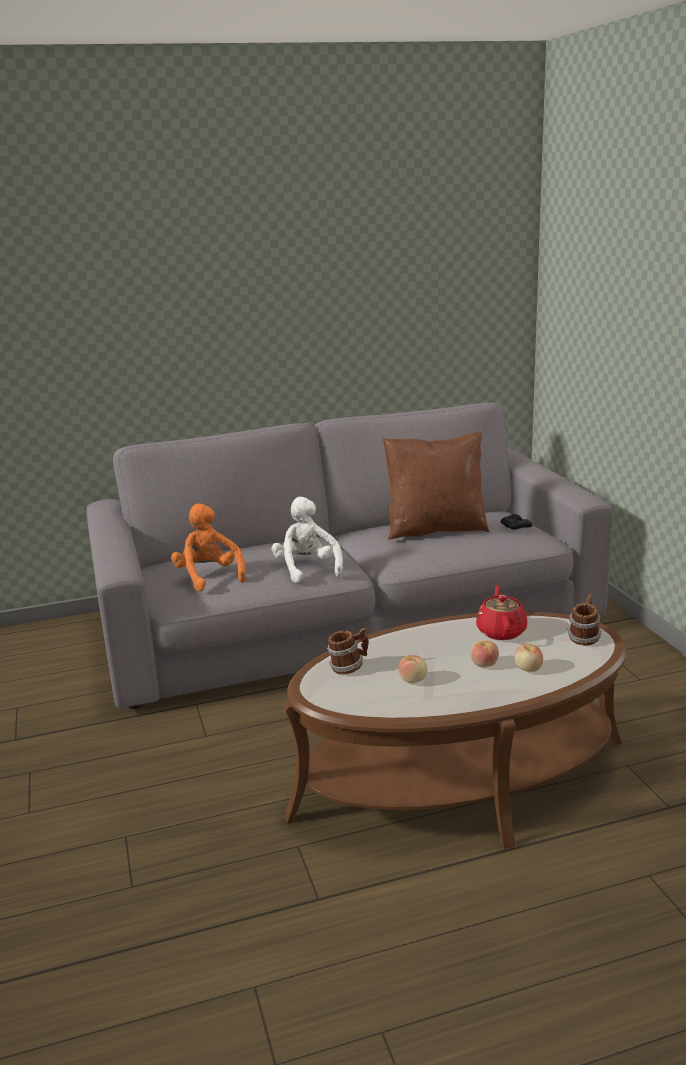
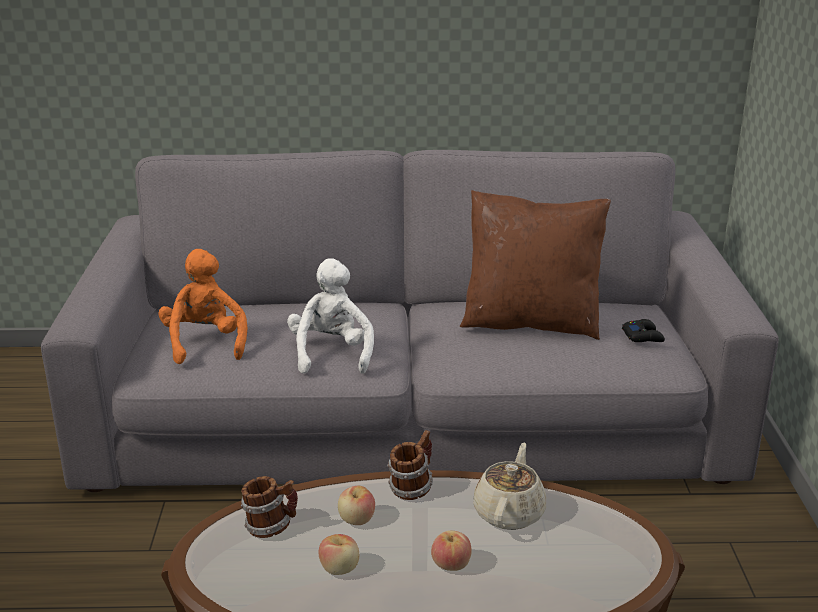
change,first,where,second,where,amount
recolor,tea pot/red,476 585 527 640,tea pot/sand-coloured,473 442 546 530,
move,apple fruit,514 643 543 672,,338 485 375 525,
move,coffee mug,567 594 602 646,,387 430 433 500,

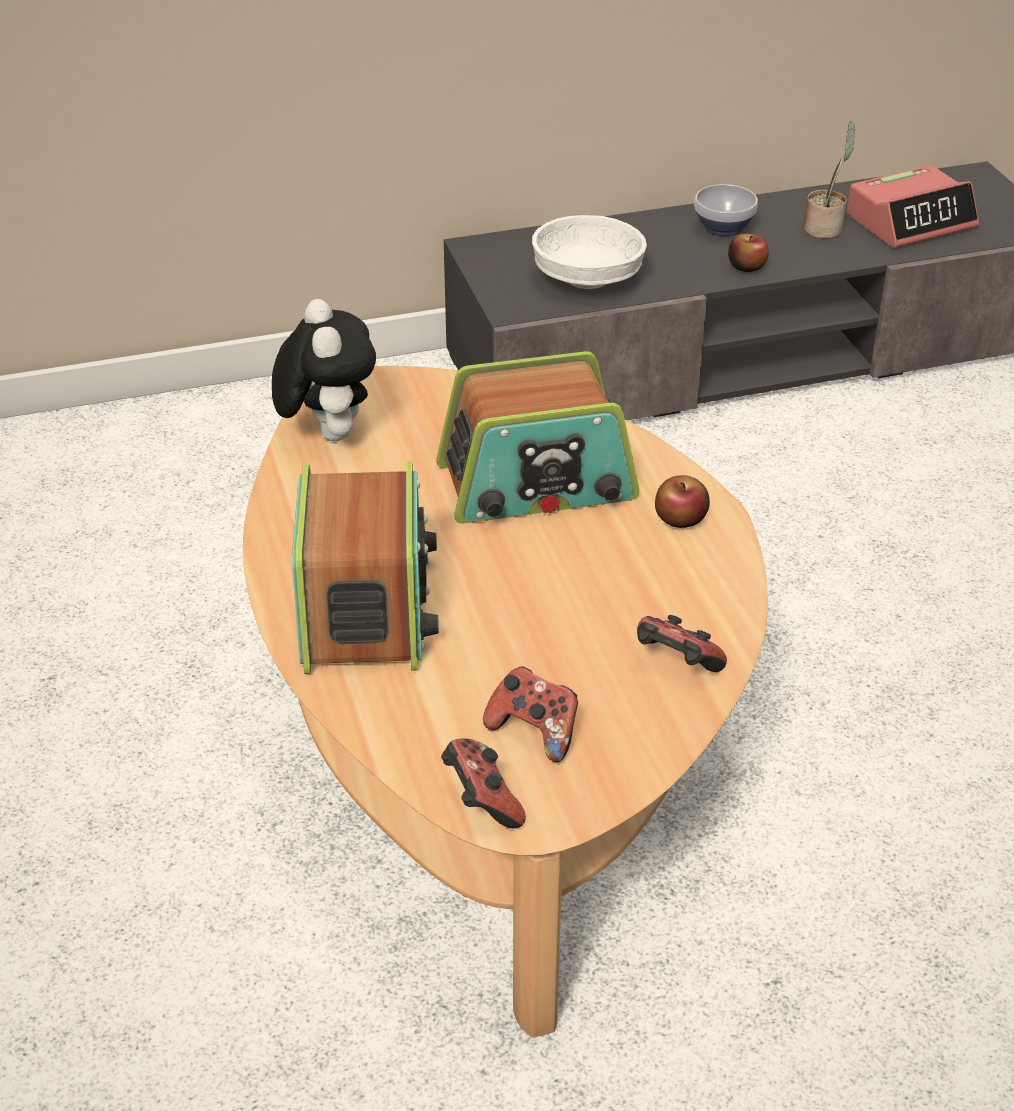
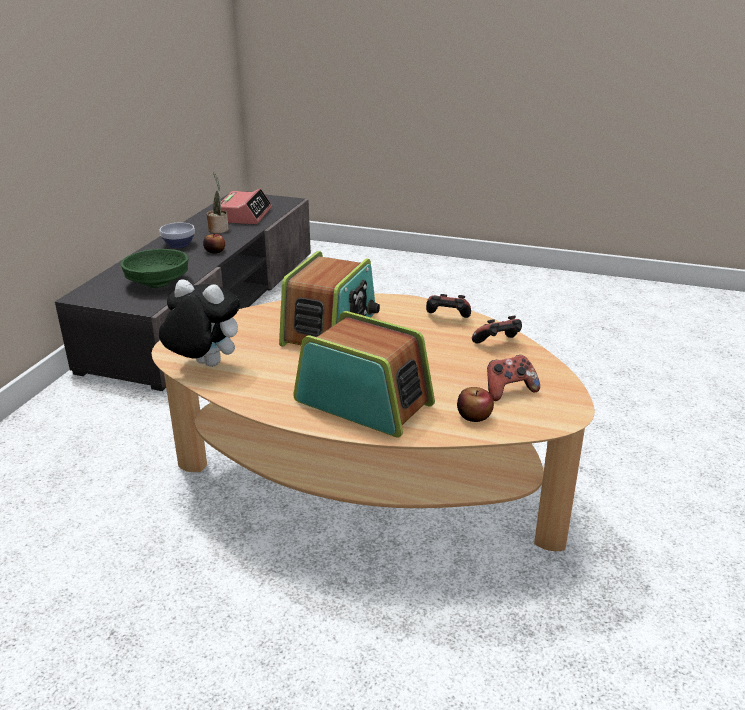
change,first,where,second,where,amount
move,gamepad,441 738 526 828,,426 294 471 318,
recolor,serving bowl/white-coloured,532 215 647 289,serving bowl/green,121 249 189 288,
move,apple fruit,655 475 710 528,,457 387 494 422,

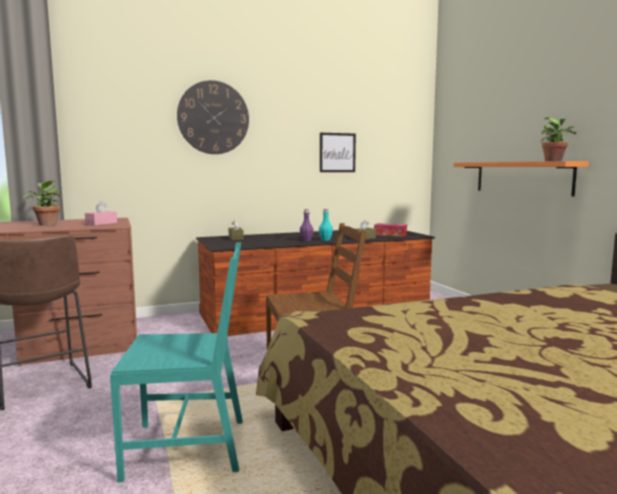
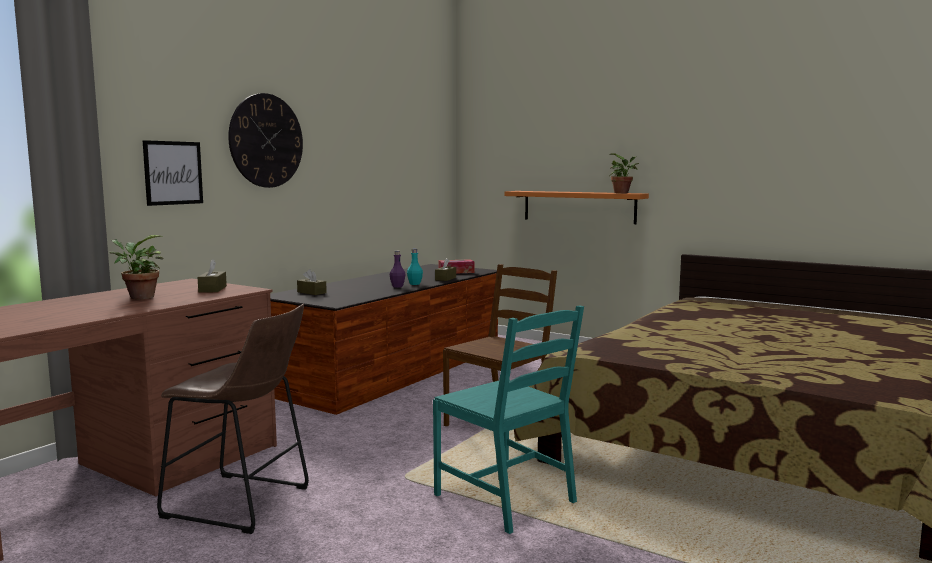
change,first,where,second,where,amount
recolor,tissue box/pinkish,85 201 117 226,tissue box/brown,198 259 227 293,
rotate,plain chair/turquoise-coloured,110 243 243 482,,433 305 584 534,90 degrees clockwise
move,wall picture,320 133 356 172,,143 140 203 206,

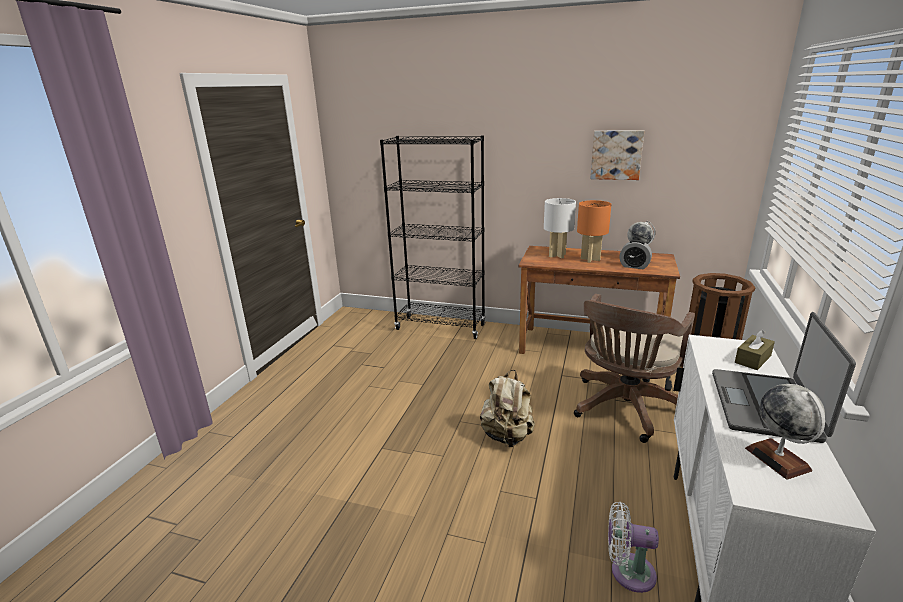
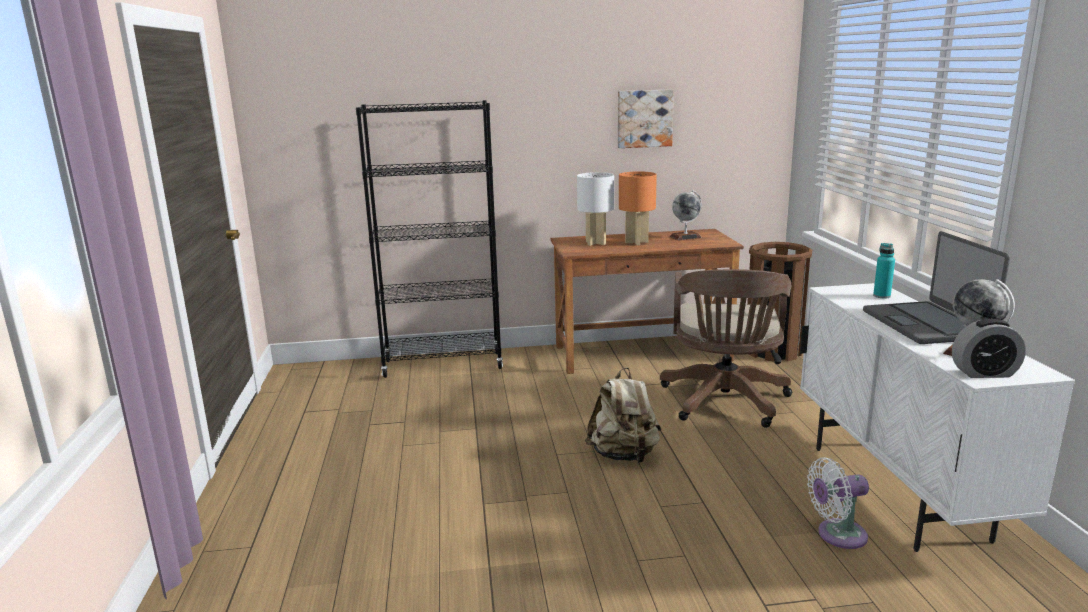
change,first,where,second,where,amount
move,alarm clock,619 240 652 269,,952 319 1026 378,
replace,tissue box/brown,735 330 775 370,bottle/turquoise-coloured,873 243 895 298,

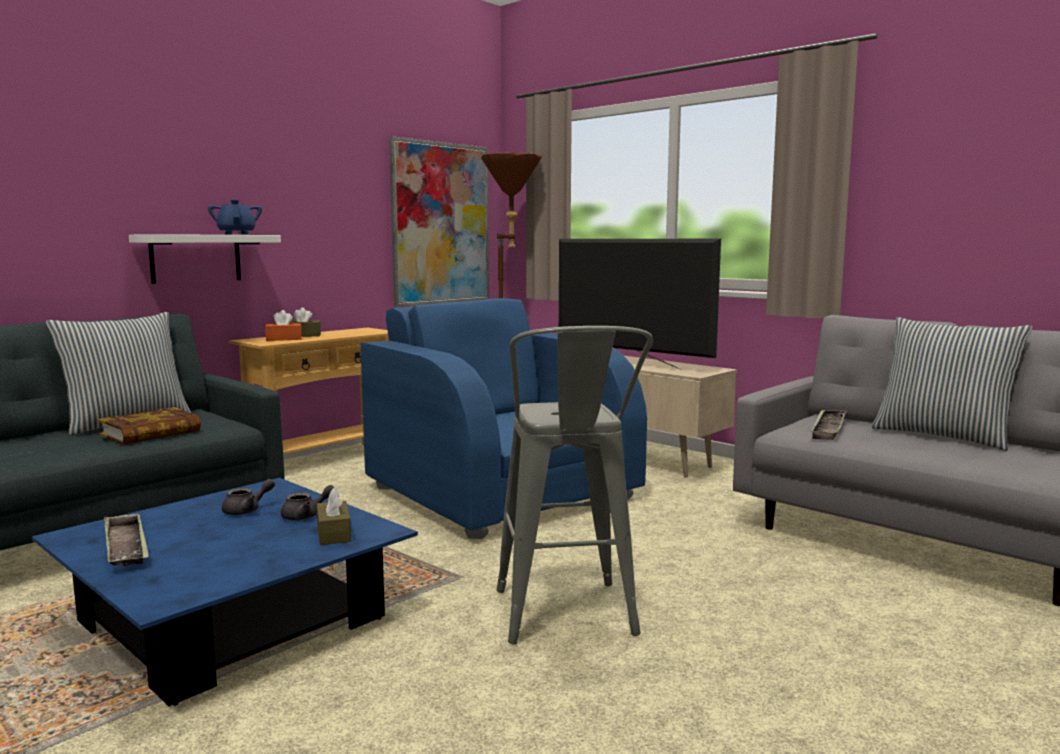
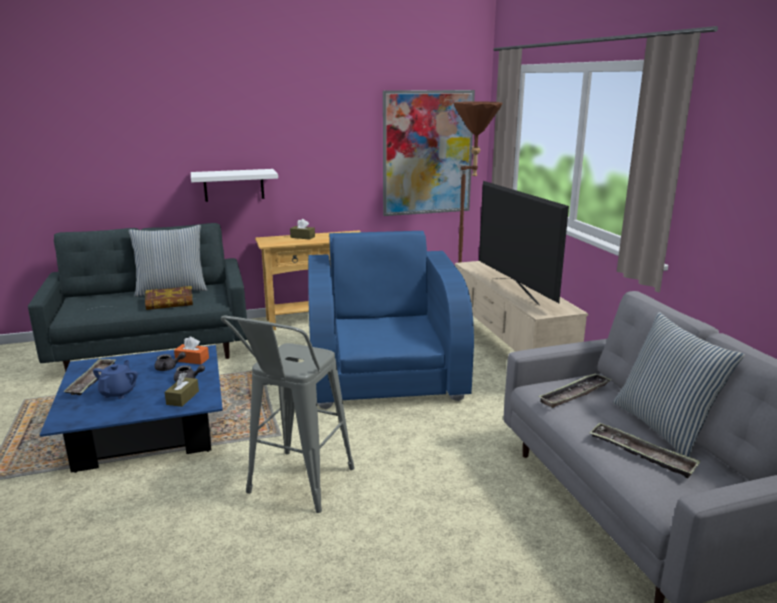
change,first,where,second,where,amount
move,tea pot/bluish,208 200 262 235,,93 360 138 399,
move,tissue box/orangey,265 310 302 341,,174 337 209 365,
insert,,,serving tray,589 423 701 478,

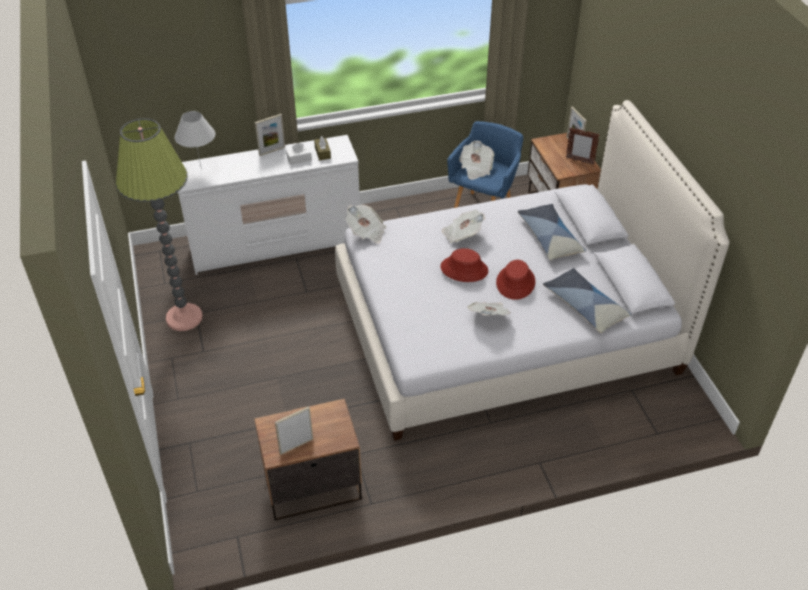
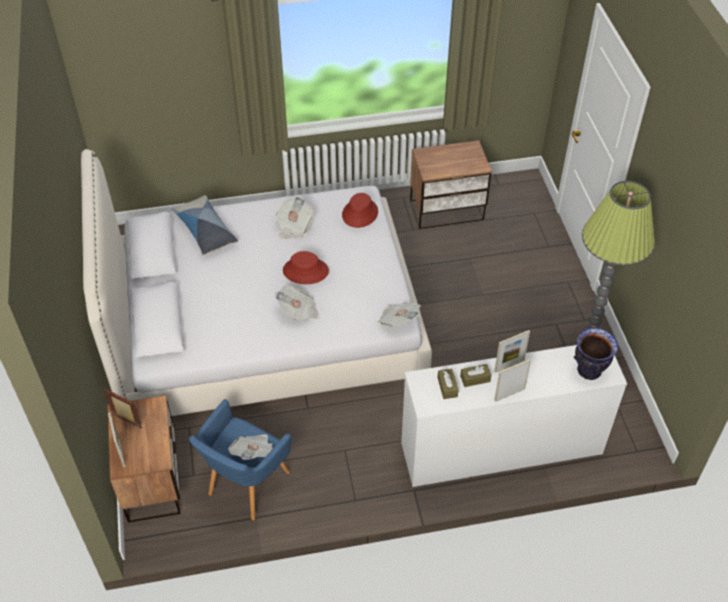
change,first,where,second,where,amount
replace,table lamp/white-coloured,175 111 215 170,decorative vase,574 328 618 380,
move,picture frame,275 406 313 455,,494 330 530 373,
recolor,tissue box/white-coloured,286 143 312 165,tissue box/brown,460 364 491 387,
move,clothing hat/red,496 260 535 300,,342 193 378 228,
delete,cushion,518 204 586 260,,,

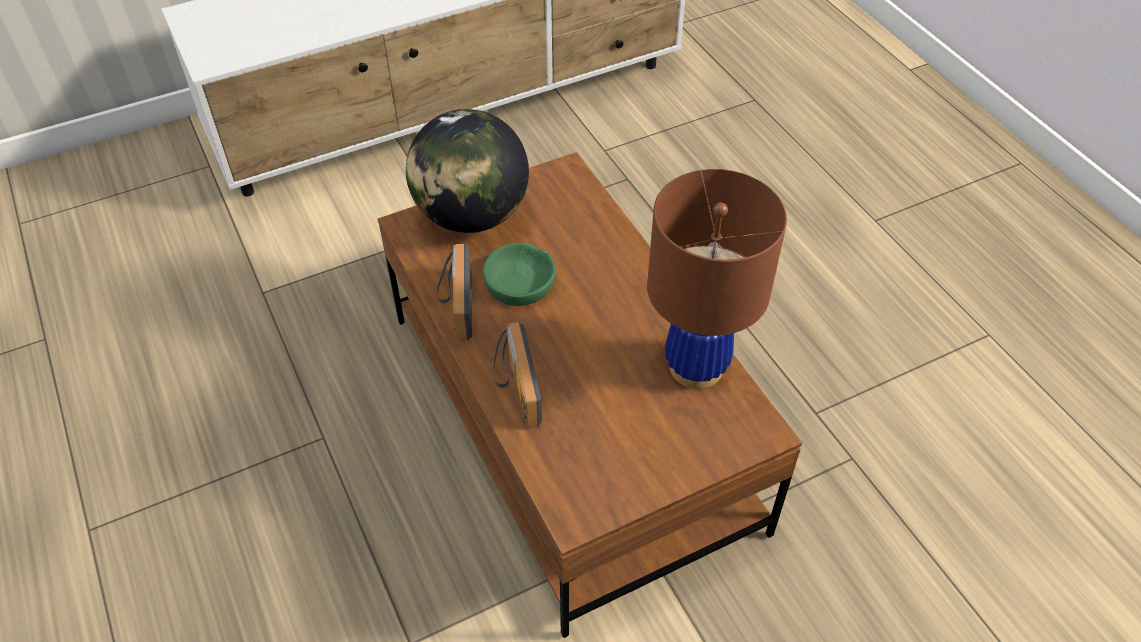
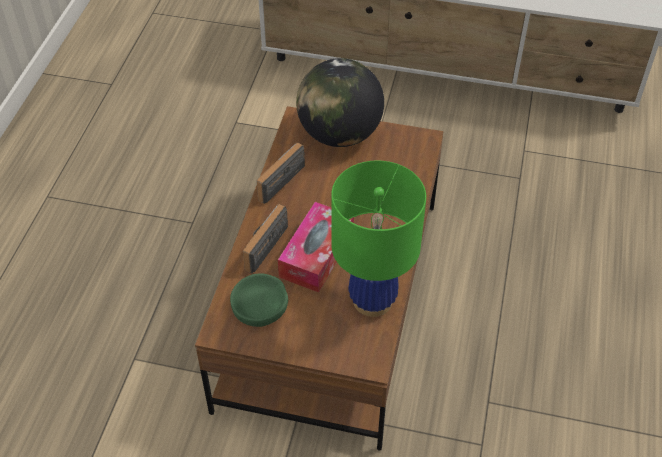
change,first,where,second,where,amount
move,serving bowl/green,483 243 556 306,,230 273 288 327,
recolor,table lamp/brown,647 169 787 389,table lamp/green,331 161 426 317,
insert,,,tissue box,278 202 354 293,

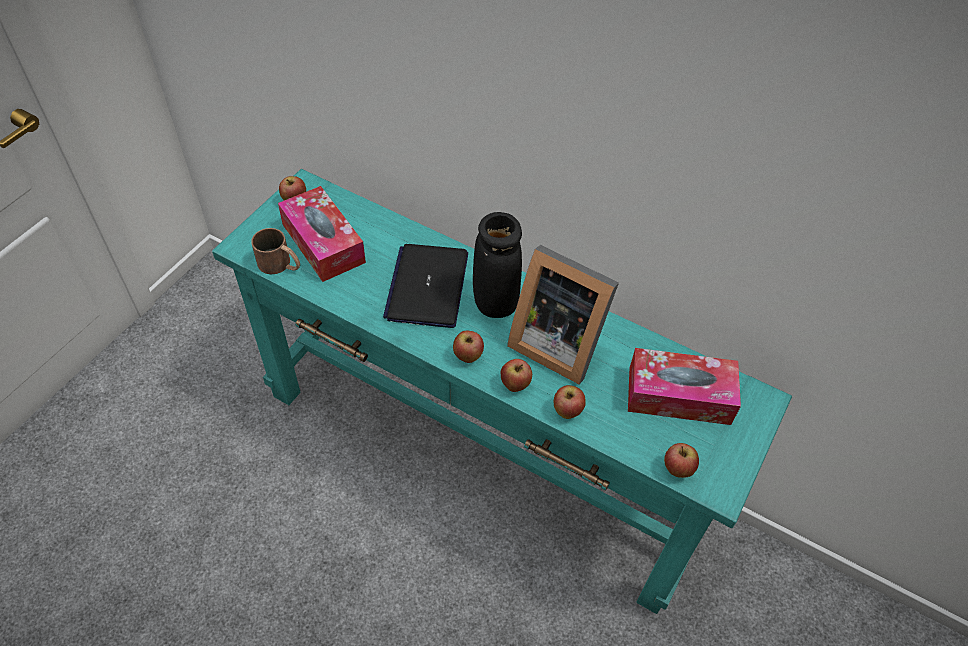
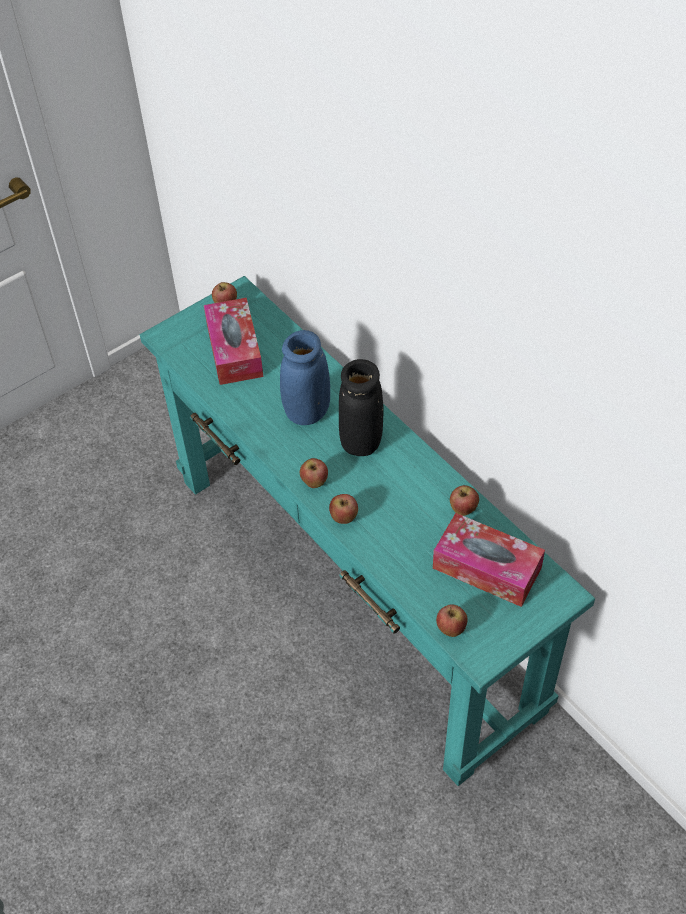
change,first,where,second,where,amount
delete,coffee mug/brown,251 228 300 274,,,
replace,notebook computer,383 244 468 328,decorative vase/bluish,280 330 330 425,
delete,picture frame,507 245 619 384,,,
move,apple fruit,554 385 586 419,,450 485 479 516,

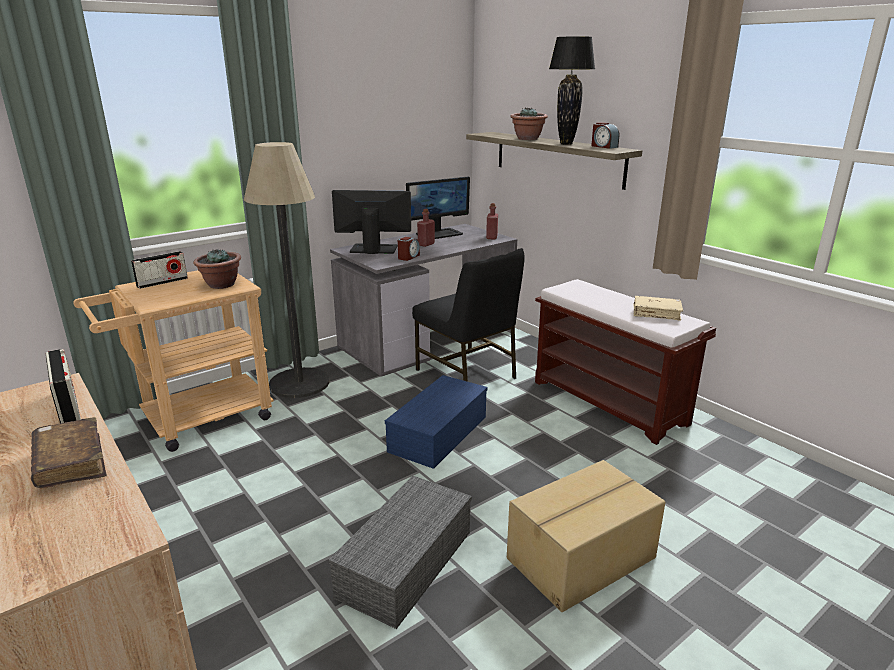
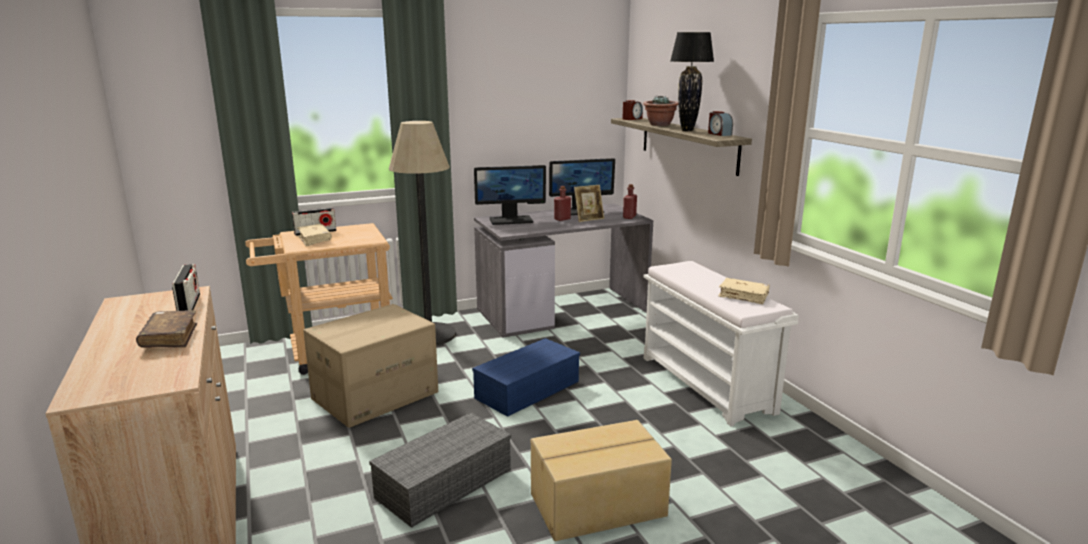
change,first,where,second,where,amount
delete,potted plant,193 248 241 289,,,
rotate,computer screen,332 190 411 254,,474 165 546 225,150 degrees clockwise
move,alarm clock,398 237 420 261,,622 100 643 120,
delete,plain chair/blackish,412 248 525 382,,,
recolor,bench/brown,535 279 716 445,bench/white-coloured,643 261 799 426,
insert,,,volume/sand-coloured,297 224 332 246,
insert,,,cardboard box,303 304 438 428,
insert,,,picture frame,574 185 604 222,

